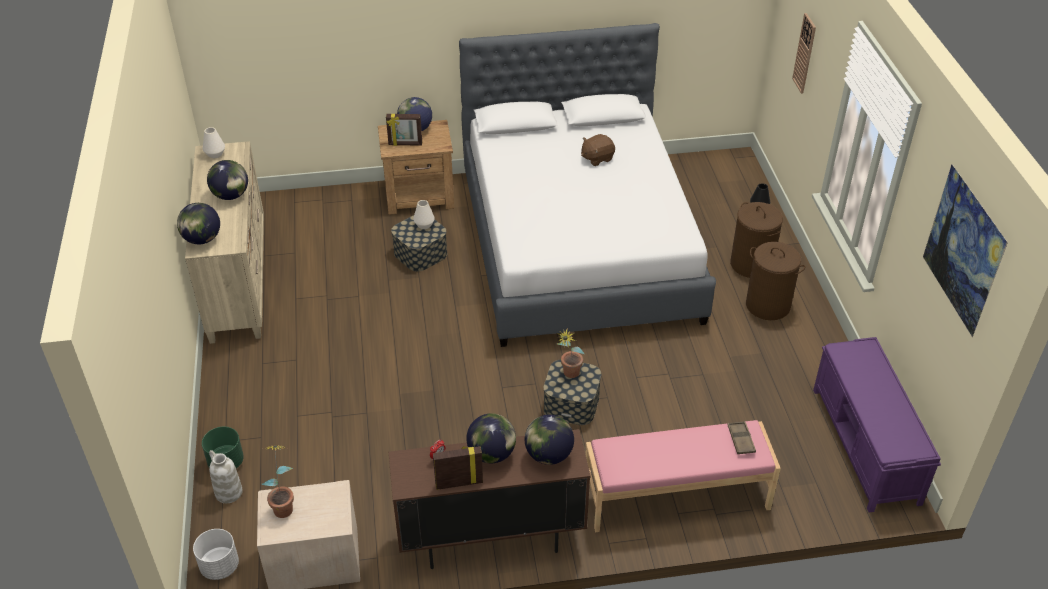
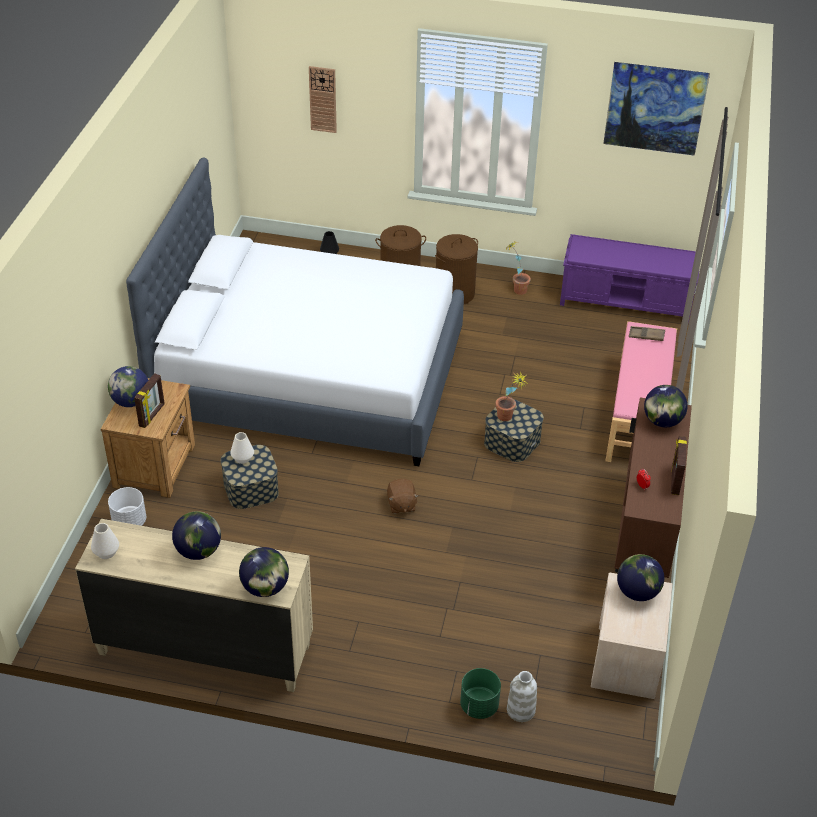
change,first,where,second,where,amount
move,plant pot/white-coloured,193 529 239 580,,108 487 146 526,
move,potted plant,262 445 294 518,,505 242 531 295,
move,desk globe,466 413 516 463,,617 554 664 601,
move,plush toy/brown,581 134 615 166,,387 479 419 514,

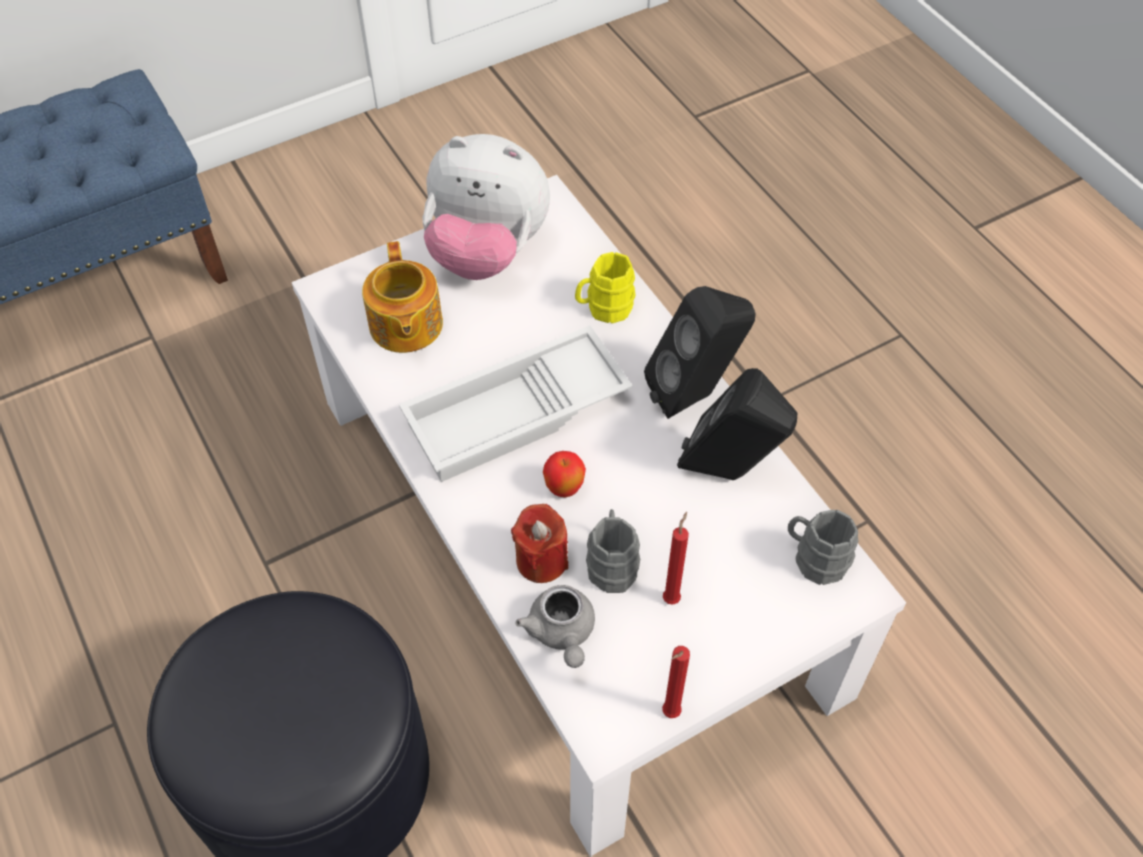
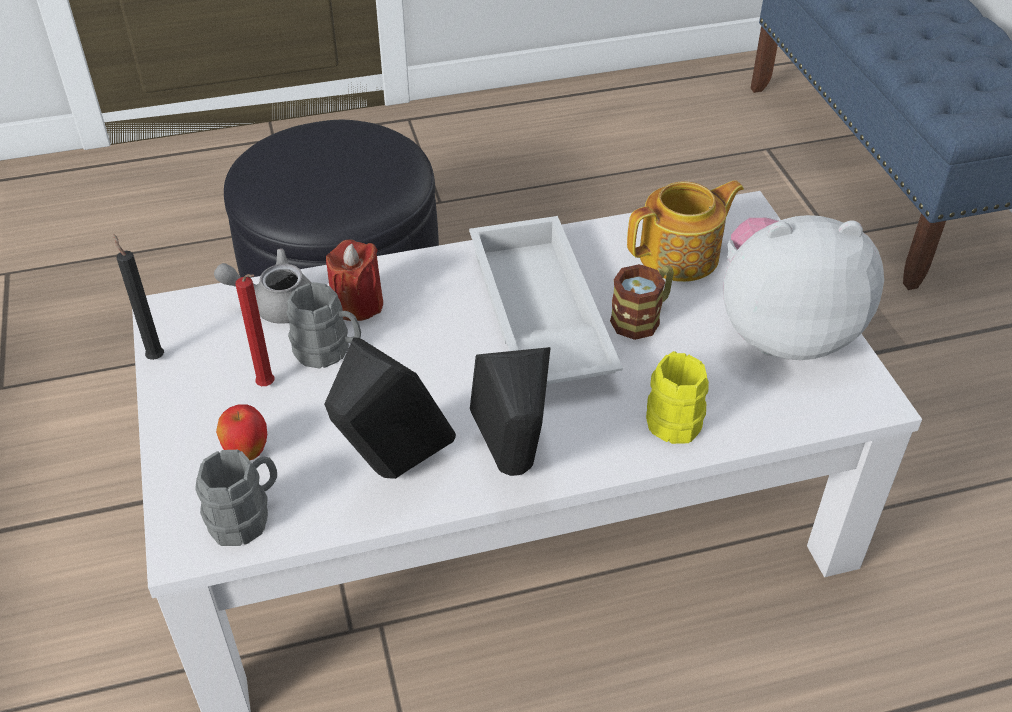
change,first,where,second,where,amount
rotate,tea pot,362 241 443 353,,627 180 744 282,150 degrees clockwise
rotate,plush toy,422 134 550 280,,723 215 884 360,60 degrees clockwise
move,apple fruit,543 451 586 497,,216 404 267 460,
recolor,candle/red,662 646 690 718,candle/blackish,114 234 164 360,
insert,,,coffee mug,610 264 674 340,

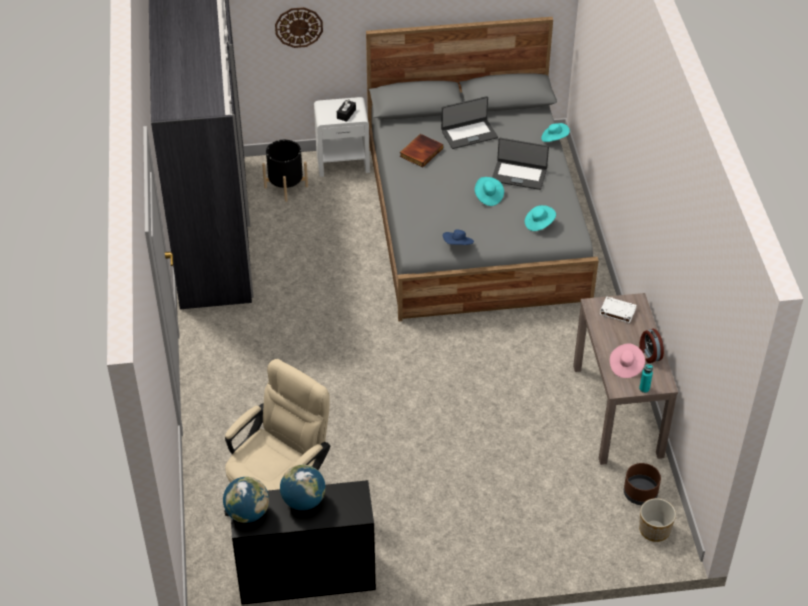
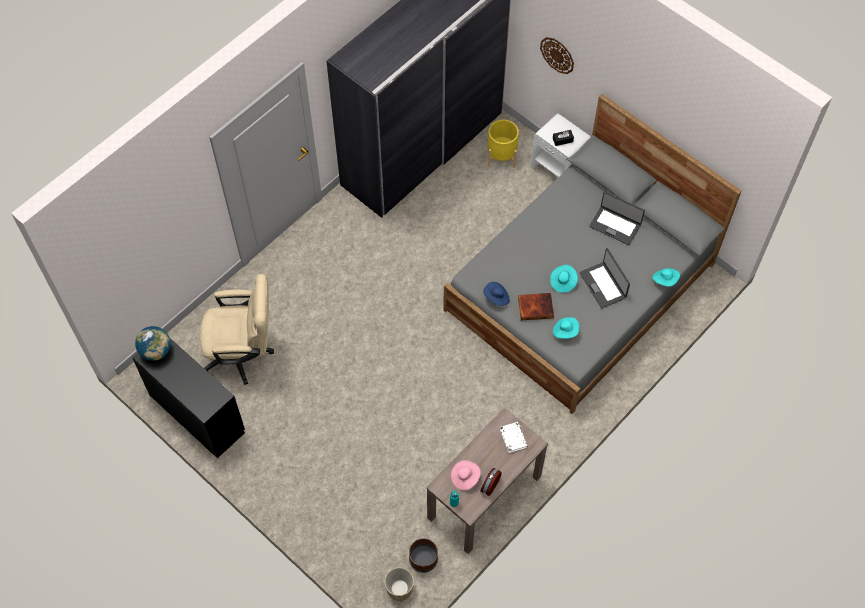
change,first,where,second,where,amount
recolor,plant pot/blackish,262 140 308 202,plant pot/yellowish,487 120 519 168,
delete,desk globe,280 465 326 511,,,
move,volume,400 134 443 167,,518 293 554 320,

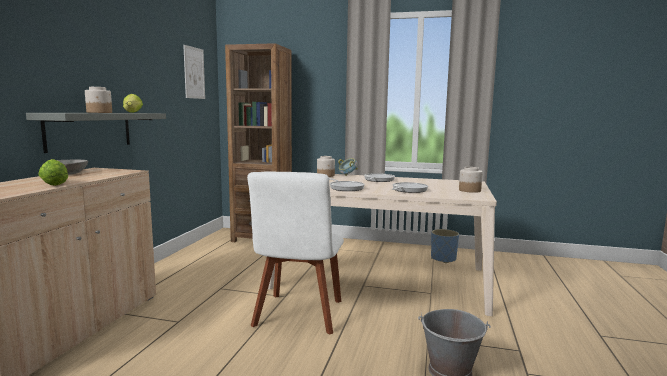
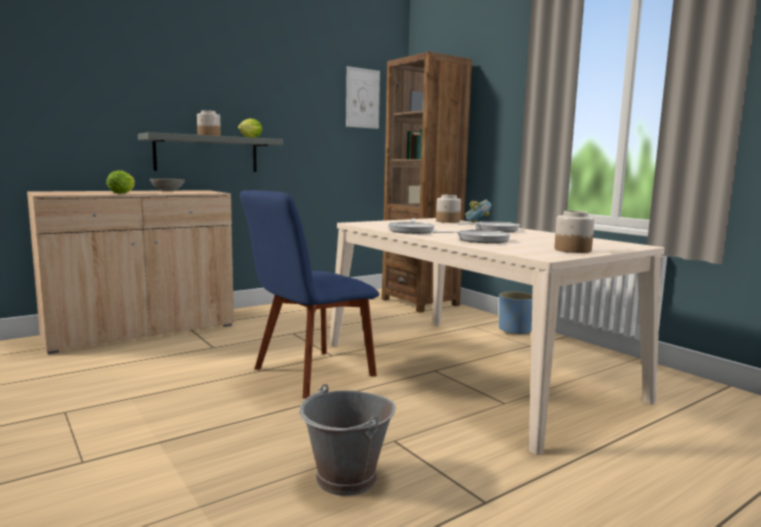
change,first,where,second,where,amount
recolor,plain chair/white-coloured,247 171 344 335,plain chair/bluish,240 190 379 399,
move,plant pot/bluish,431 229 459 263,,499 292 532 334,

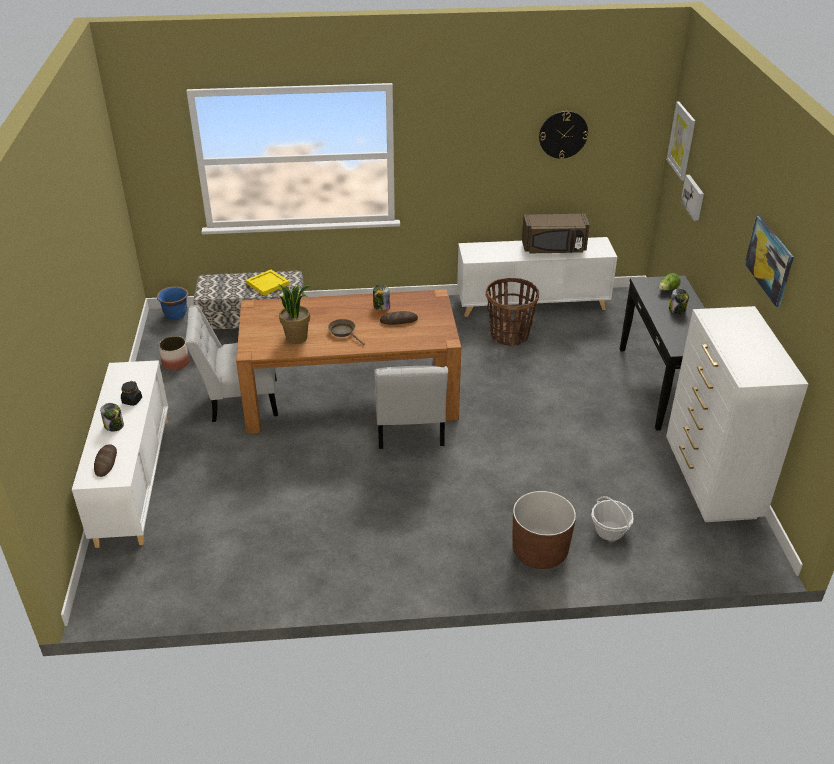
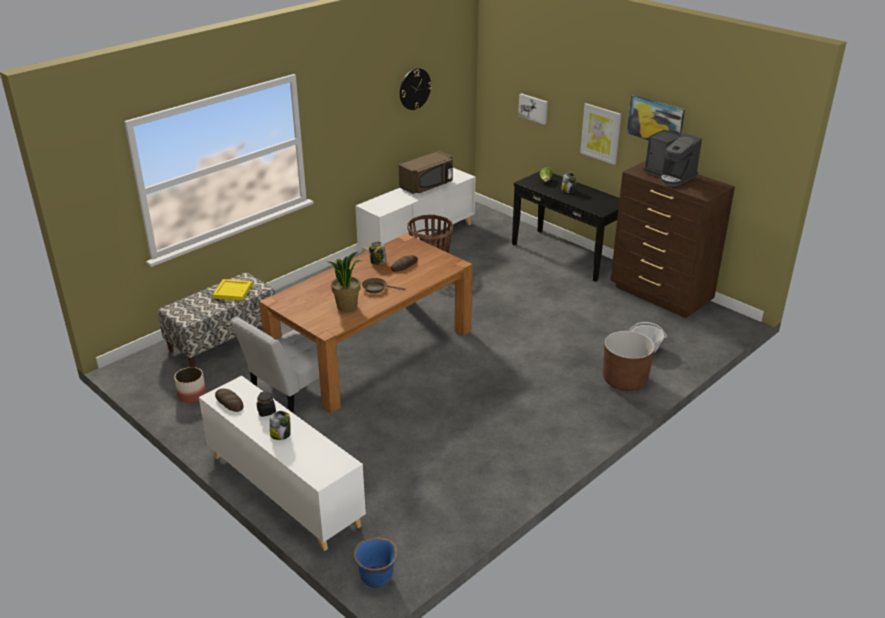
change,first,where,second,where,amount
move,bakery bread,94 444 117 477,,215 389 244 412,
move,plant pot/bluish,157 286 188 320,,354 537 398 588,
delete,plain chair/white-coloured,374 366 448 449,,,
move,wall picture,666 102 695 181,,580 103 621 165,
recolor,chest of drawers/white-coloured,666 306 808 522,chest of drawers/brown,610 161 735 318,
insert,,,coffee brewer,643 130 702 186,

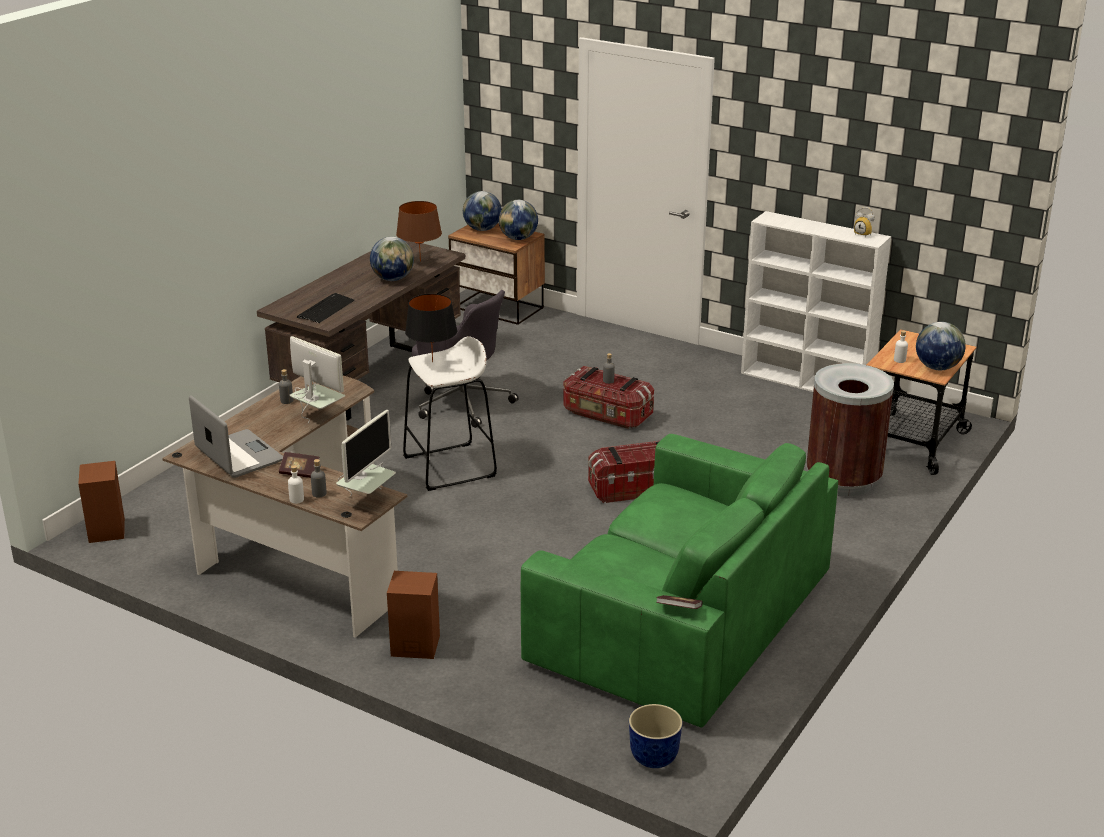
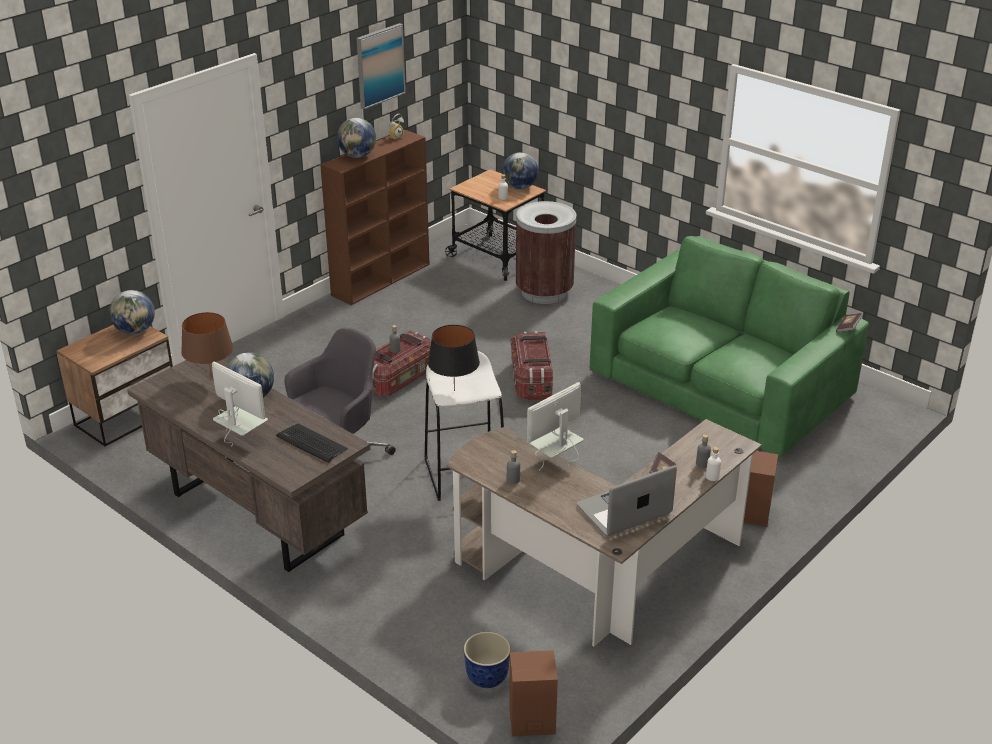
change,first,where,second,where,amount
move,computer screen,336 410 396 496,,212 362 268 447,
move,desk globe,463 191 502 231,,337 118 376 158,
move,plant pot,629 704 683 768,,464 632 511 688,
recolor,shelving unit/white-coloured,741 211 891 392,shelving unit/brown,320 129 430 305,
insert,,,wall picture,356 23 406 109,

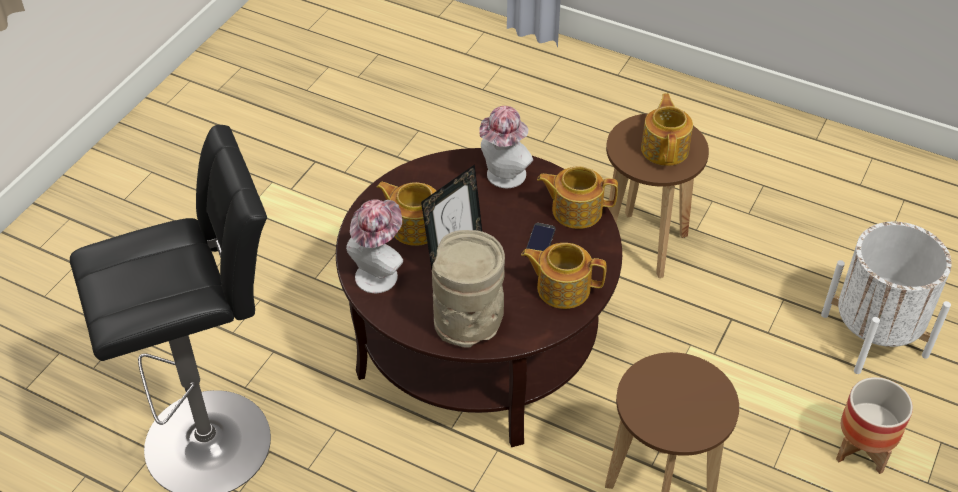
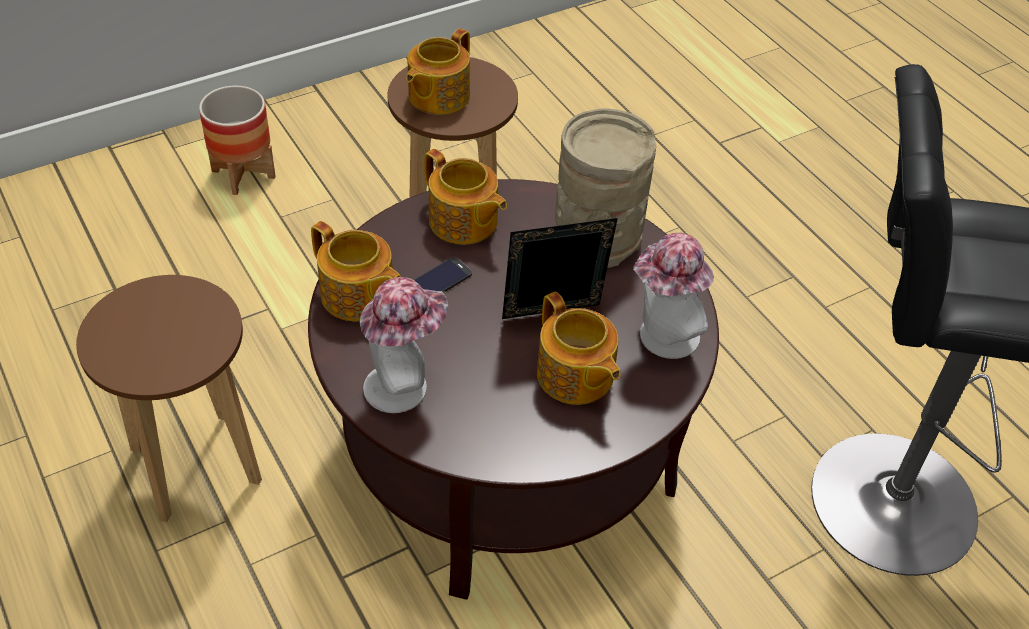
change,first,where,second,where,amount
move,tea pot,641 94 693 166,,406 28 470 115,
delete,plant pot/white-coloured,821 222 952 374,,,

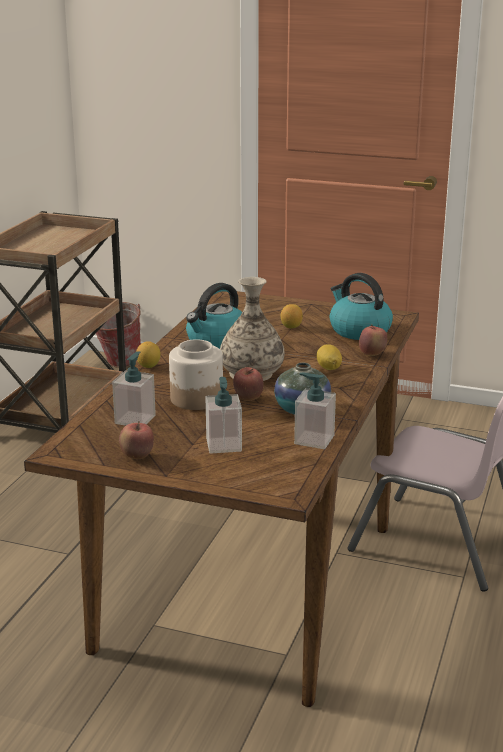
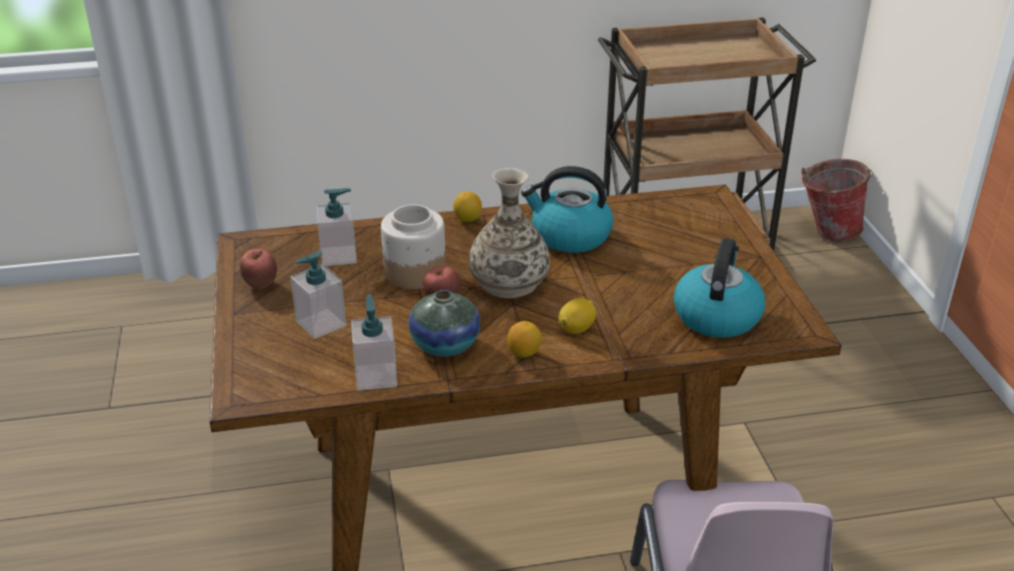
change,first,where,second,where,amount
move,citrus fruit,281 304 303 329,,507 321 542 358,
delete,apple fruit,359 325 387 356,,,

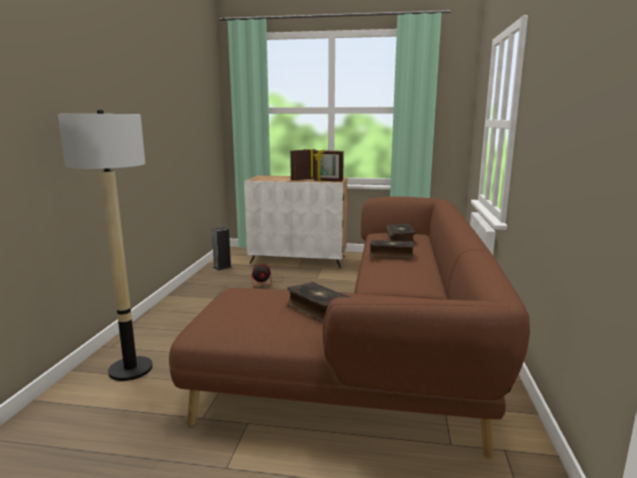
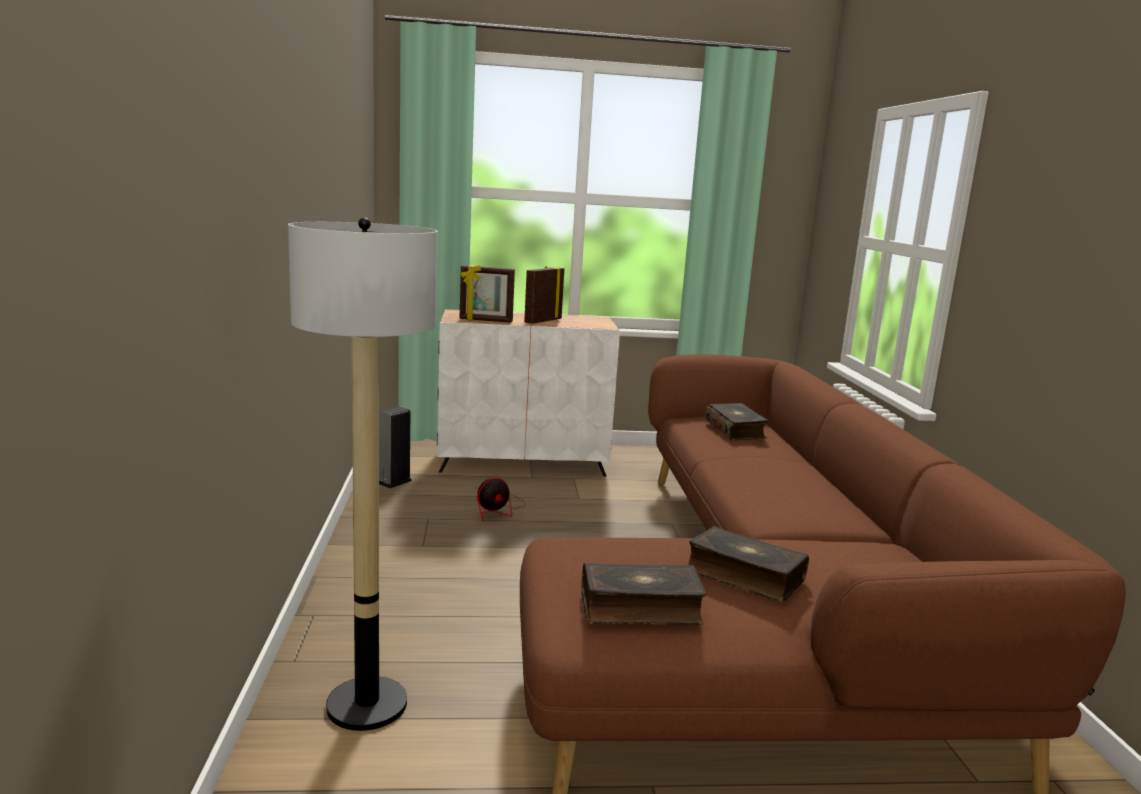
change,first,where,second,where,amount
move,picture frame,313 150 344 182,,460 265 515 323,
move,volume,369 240 414 259,,581 563 707 625,

